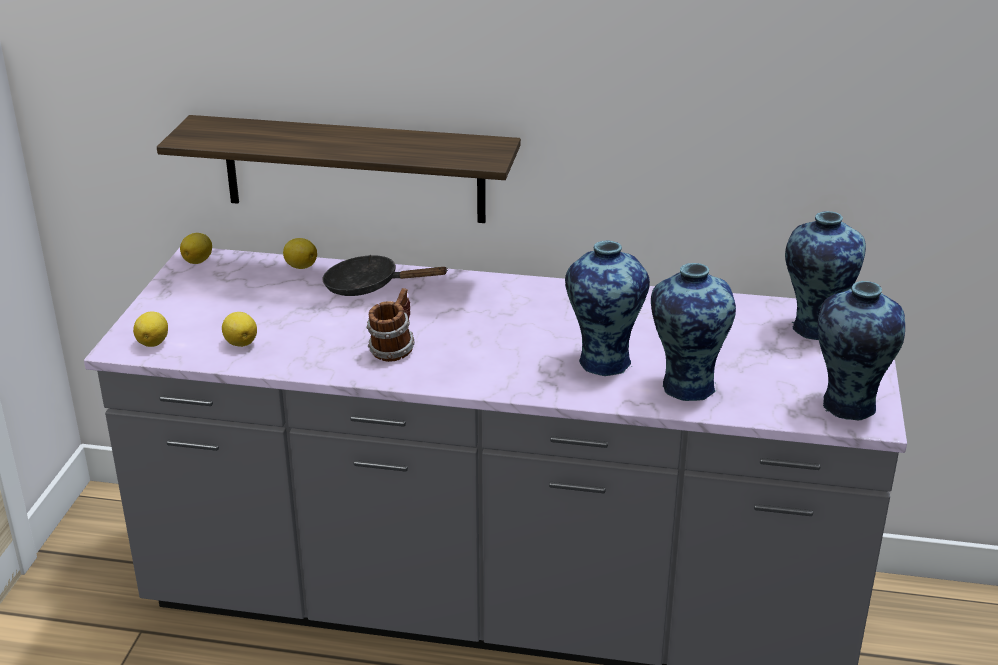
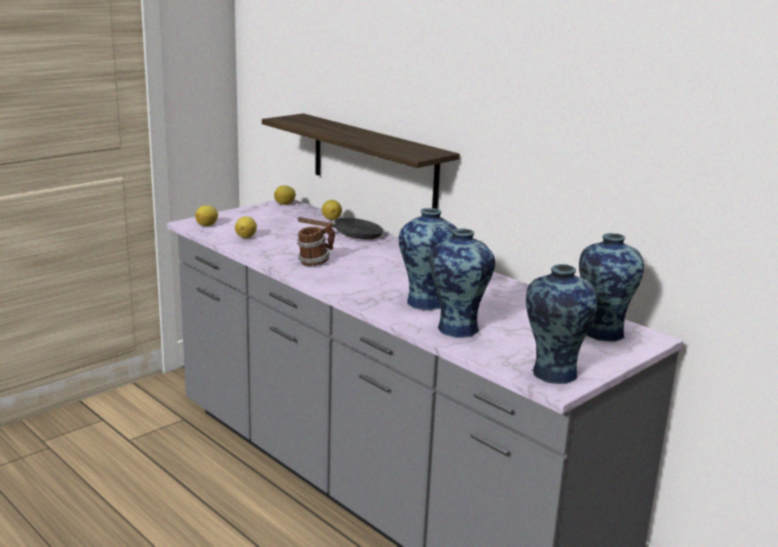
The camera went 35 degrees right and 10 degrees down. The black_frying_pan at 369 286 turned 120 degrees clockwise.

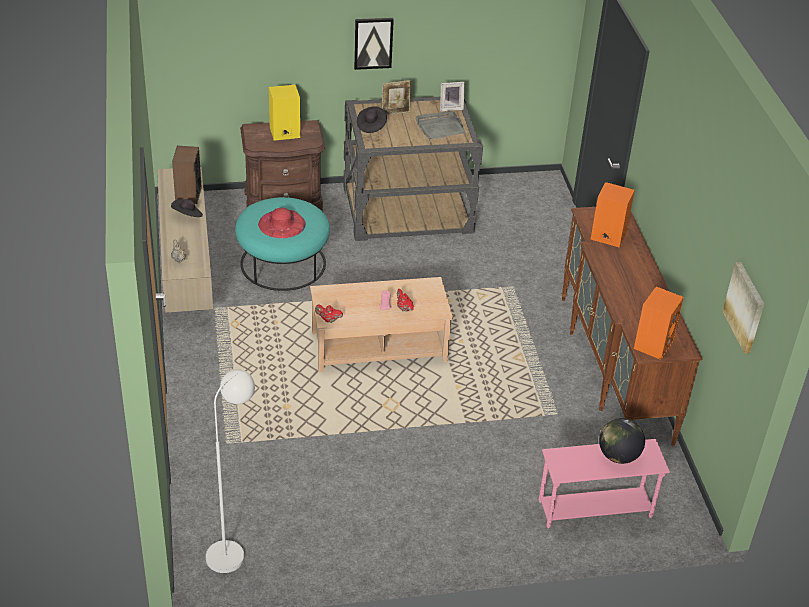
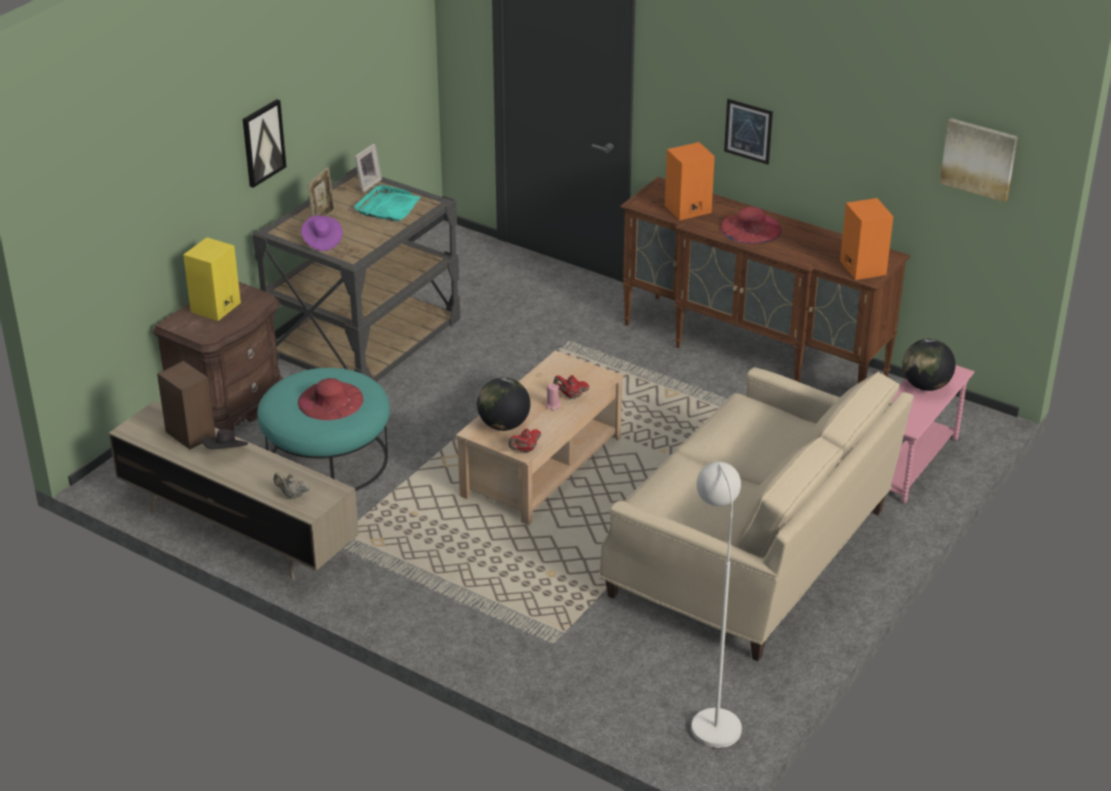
The camera went 45 degrees left and 5 degrees down. The black_hat at 371 125 became the purple_hat at 322 241. The grey_tray at 439 127 became the turquoise_tray at 387 207. The picture at 748 131 appeared. The red_hat at 750 228 appeared. The beige_sofa at 753 554 appeared. The globe at 504 425 appeared.

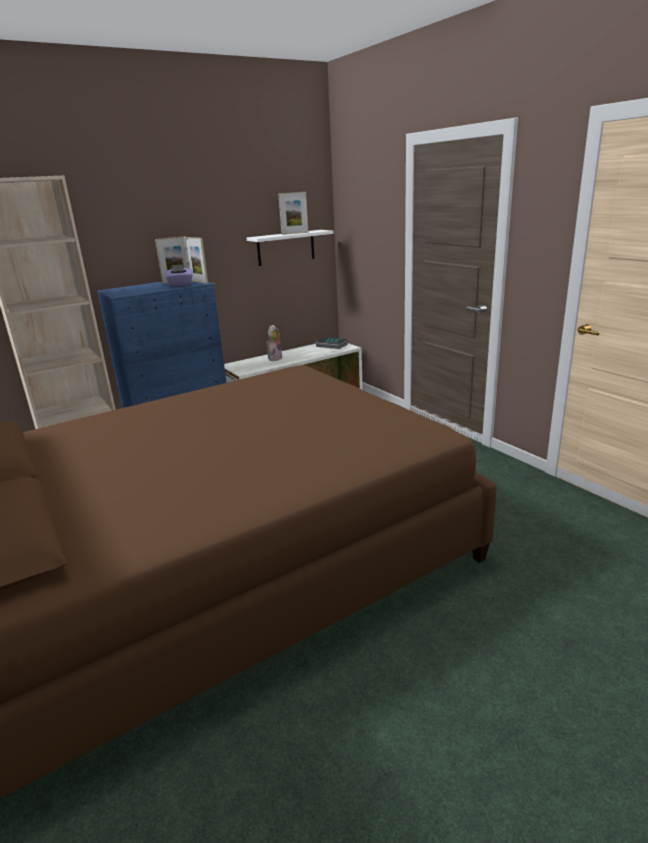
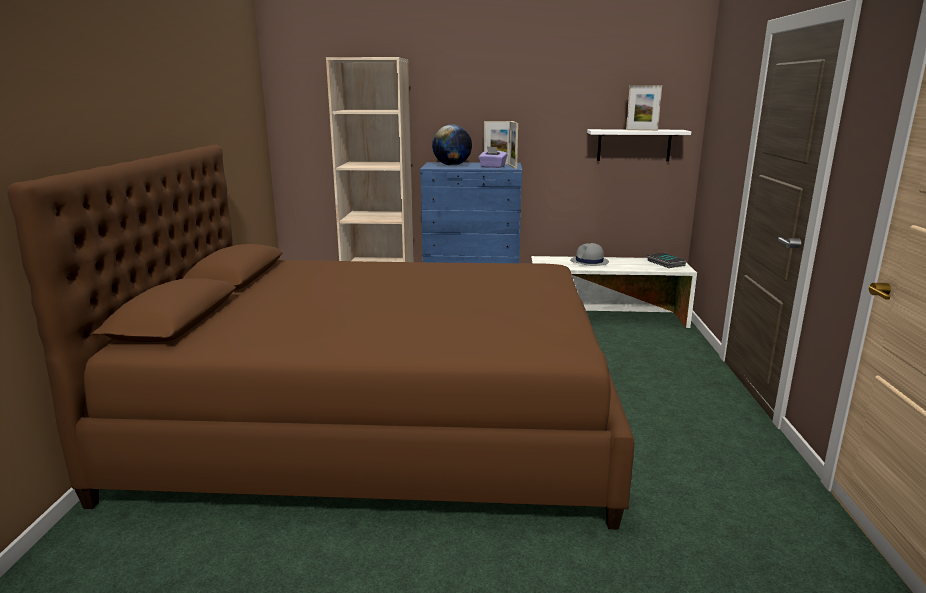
The camera went 35 degrees right and 5 degrees down. The plush_toy at 274 358 was replaced by the grey_hat at 589 262. The globe at 452 165 appeared.

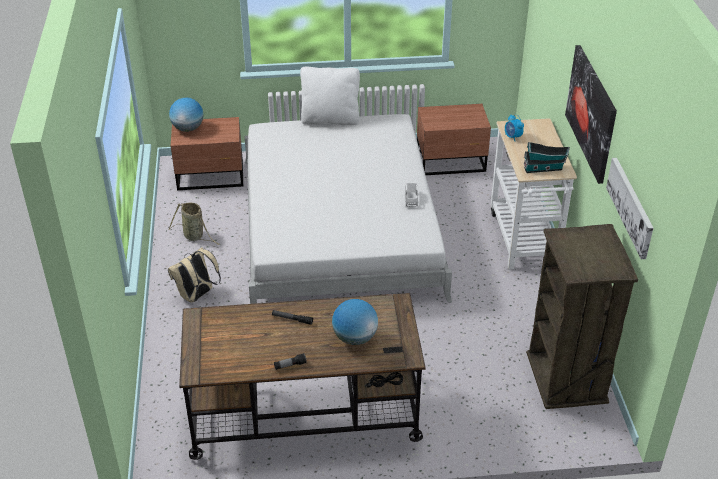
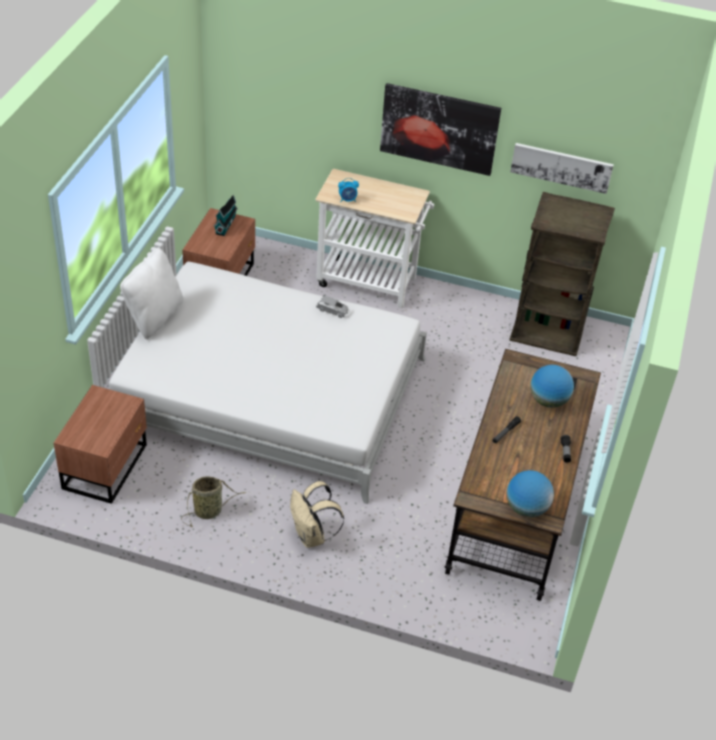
The camera went 70 degrees left and 5 degrees up. The globe moved from 188 128 to 526 508. The toy_house moved from 544 168 to 226 224.

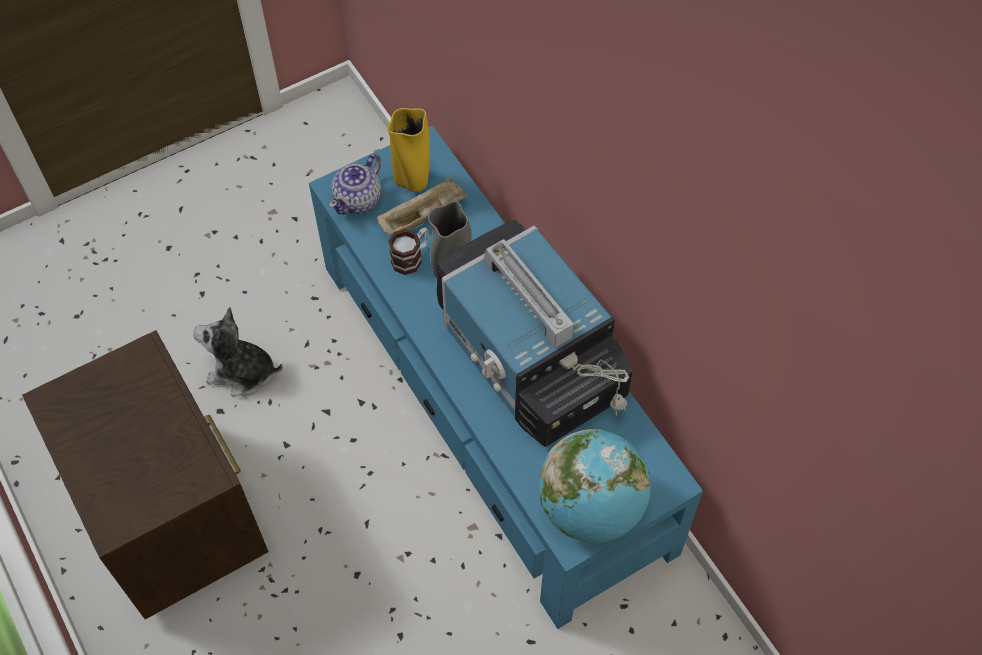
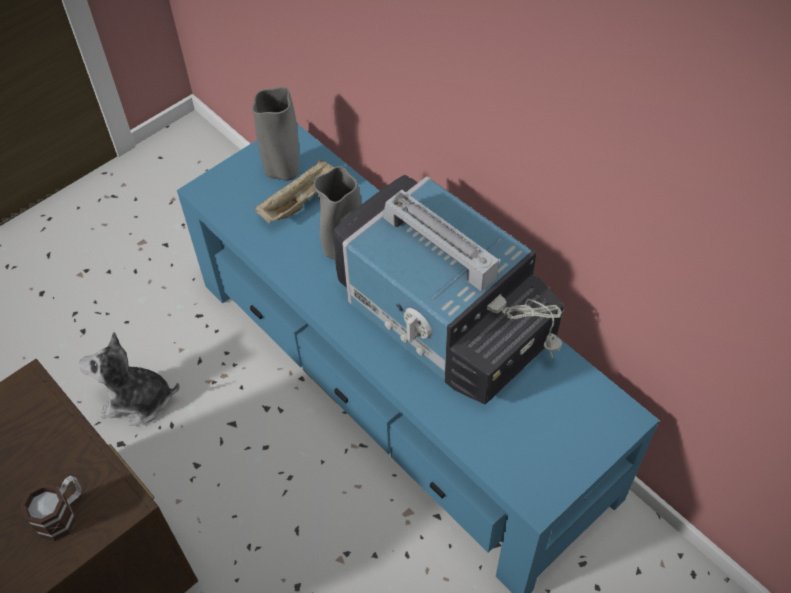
The camera went 10 degrees left and 5 degrees down. The yellow_vase at 412 182 became the grey_vase at 282 172. The teapot at 358 199 disappeared. The mug moved from 411 257 to 63 514. The globe at 591 508 disappeared.

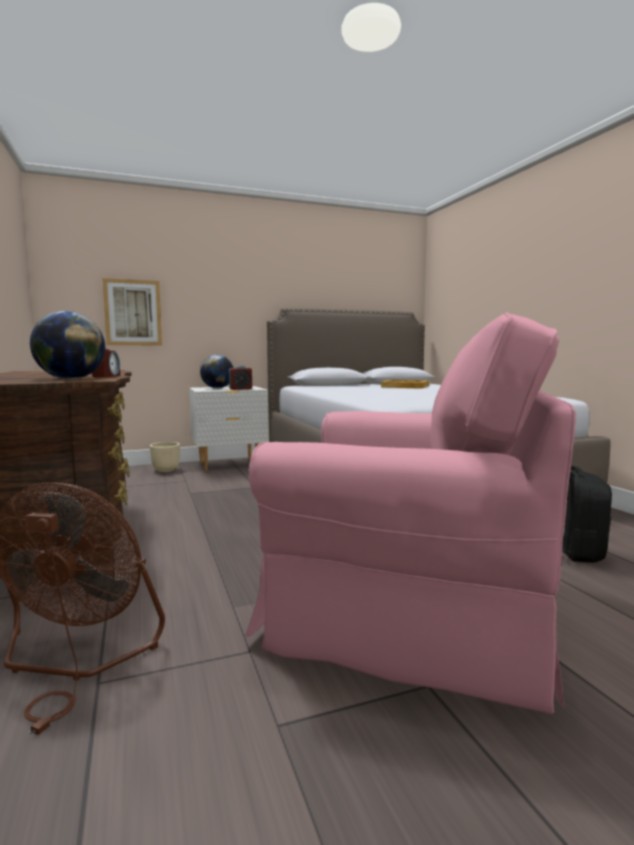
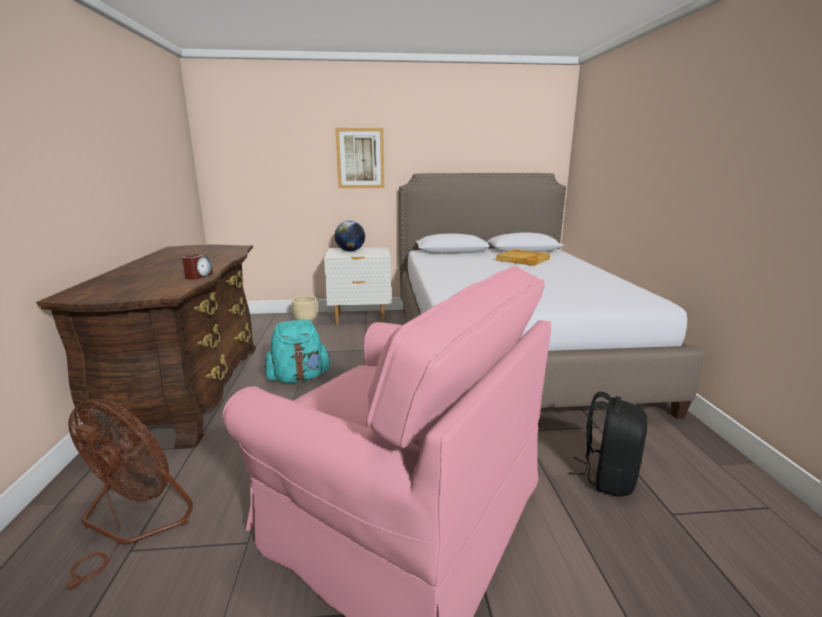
The camera went 15 degrees right and 10 degrees up. The picture moved from 133 312 to 360 158. The globe at 70 379 disappeared. The alarm_clock at 240 389 disappeared. The turquoise_backpack at 299 378 appeared.

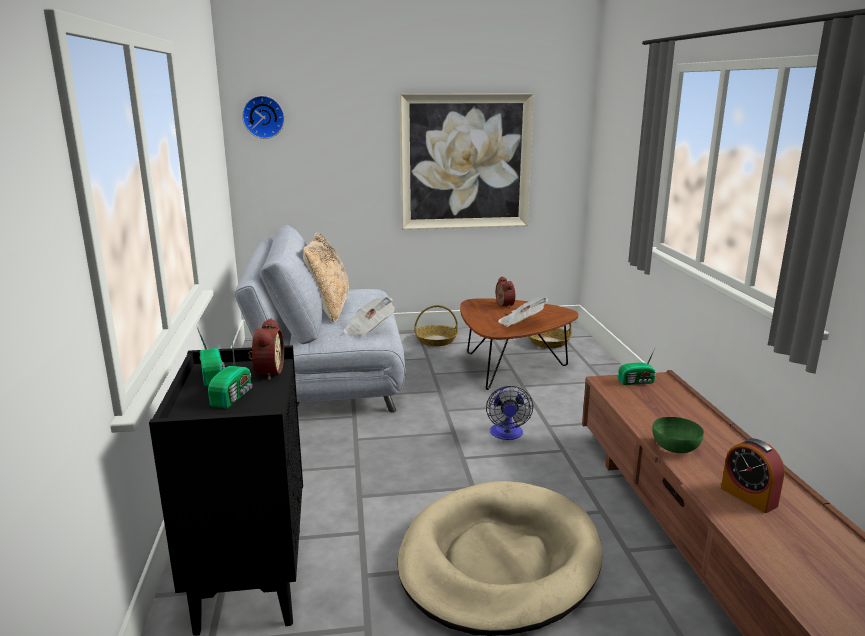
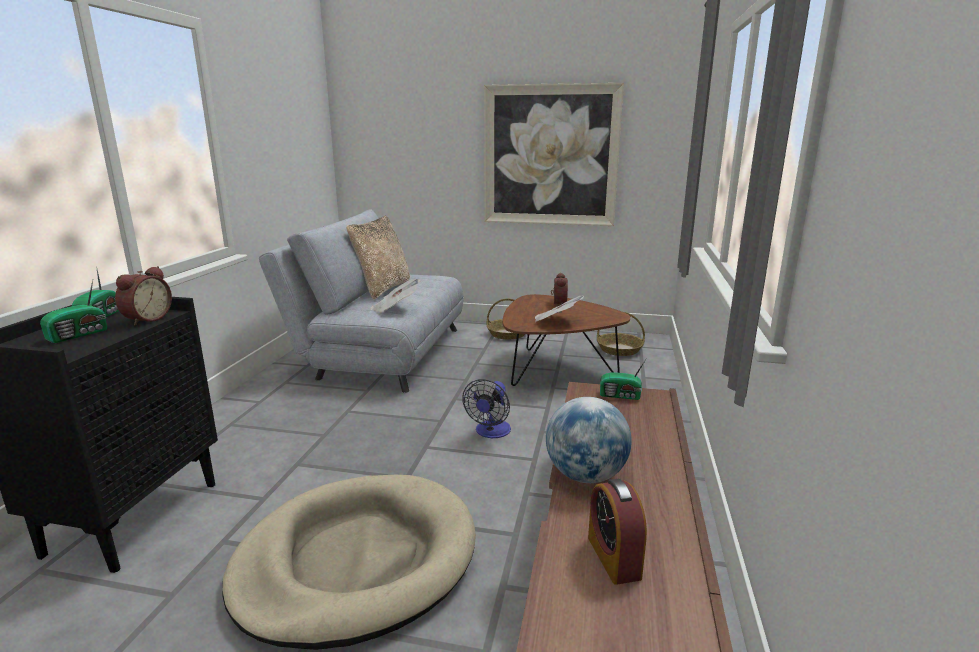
The camera went 20 degrees right and 0 degrees up. The wall_clock at 263 117 disappeared. The green_bowl at 676 447 was replaced by the globe at 585 476.

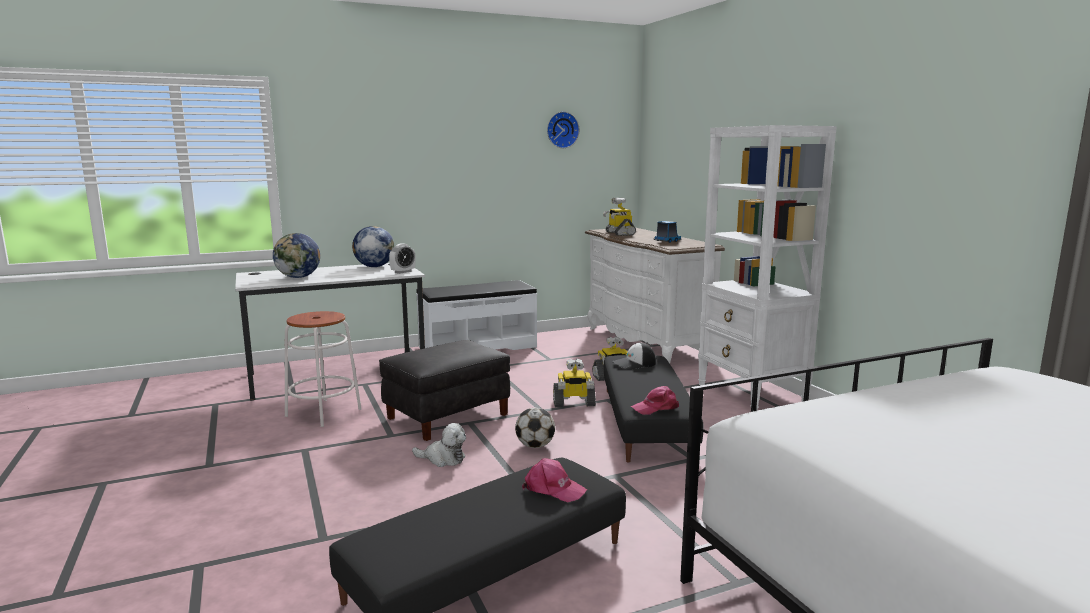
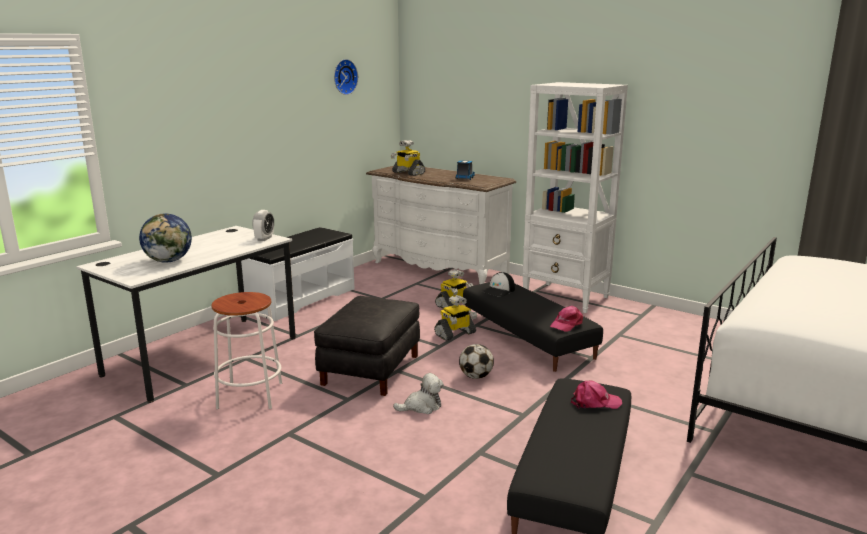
The camera went 30 degrees left and 5 degrees up. The globe at 374 267 disappeared.

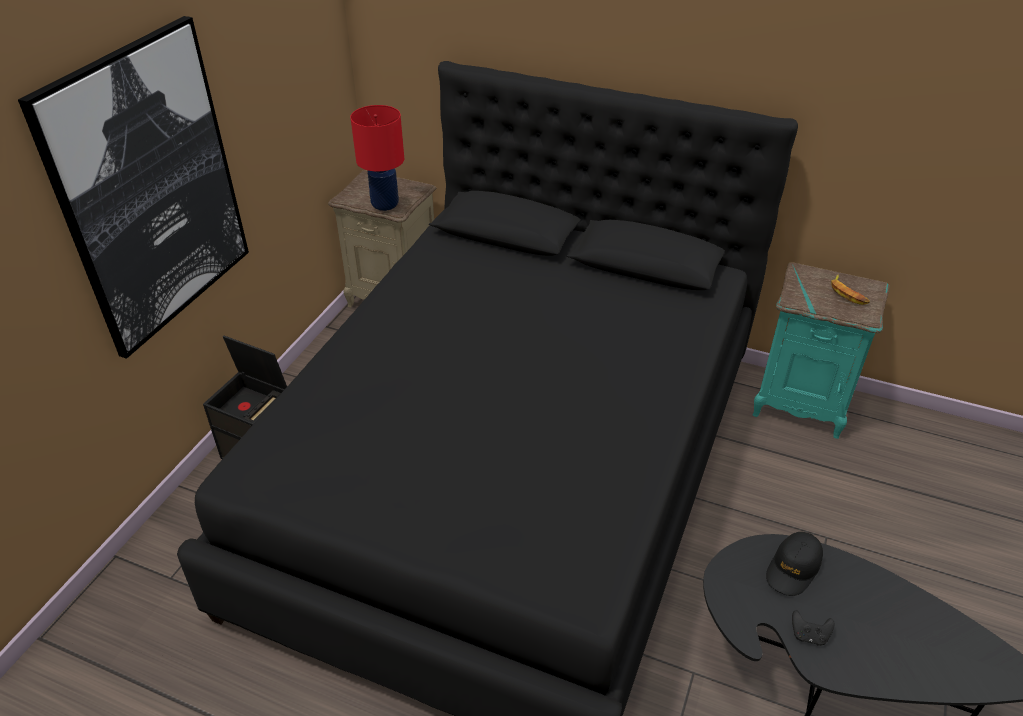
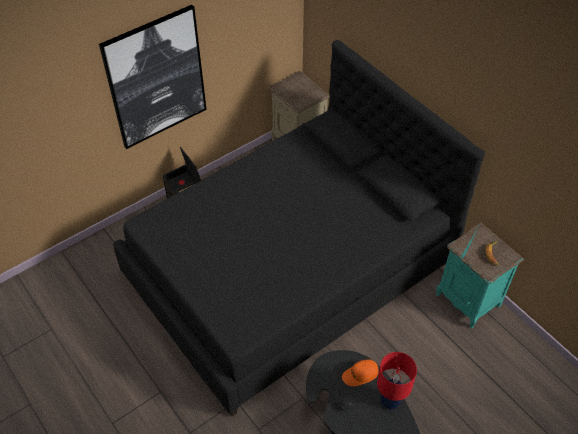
The camera went 30 degrees right and 10 degrees up. The red_table_lamp moved from 384 206 to 390 401. The black_cap at 793 568 became the orange_cap at 360 374.

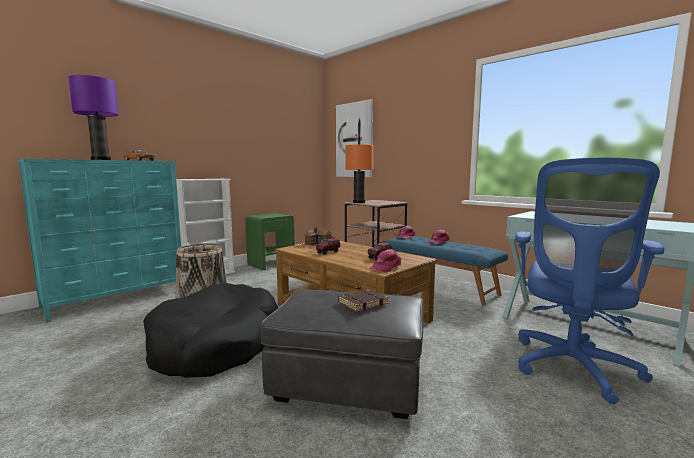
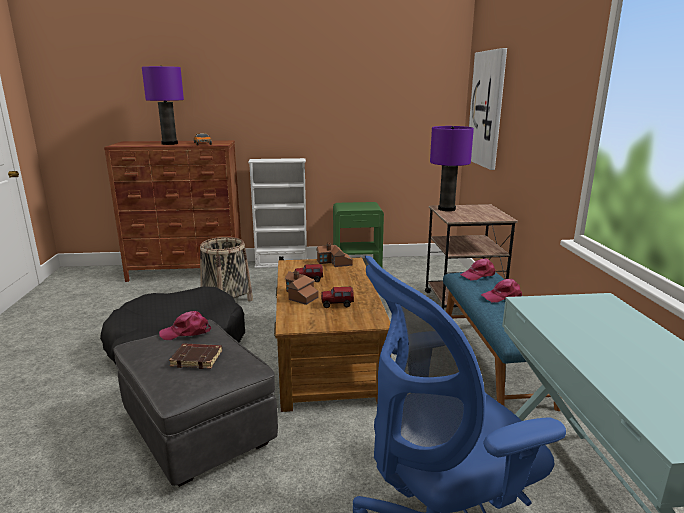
The camera went 40 degrees right and 10 degrees up. The orange_table_lamp at 359 202 became the purple_table_lamp at 447 209. The turquoise_dresser at 116 298 became the brown_dresser at 187 271. The pink_cap moved from 385 267 to 186 332. The toy_house at 300 295 appeared.

